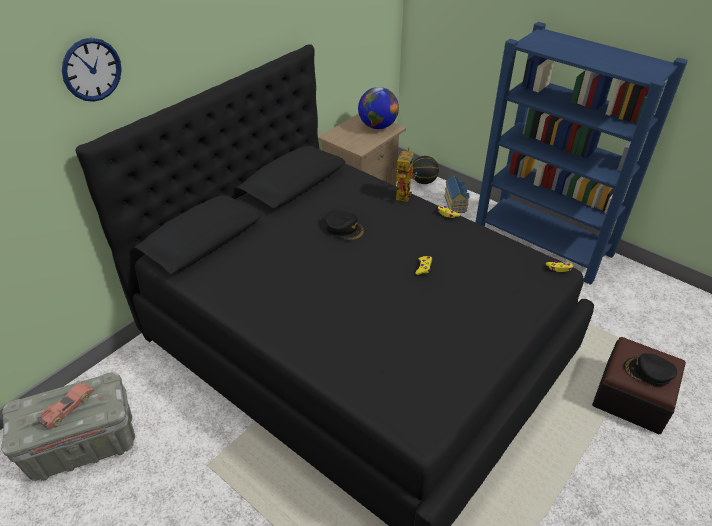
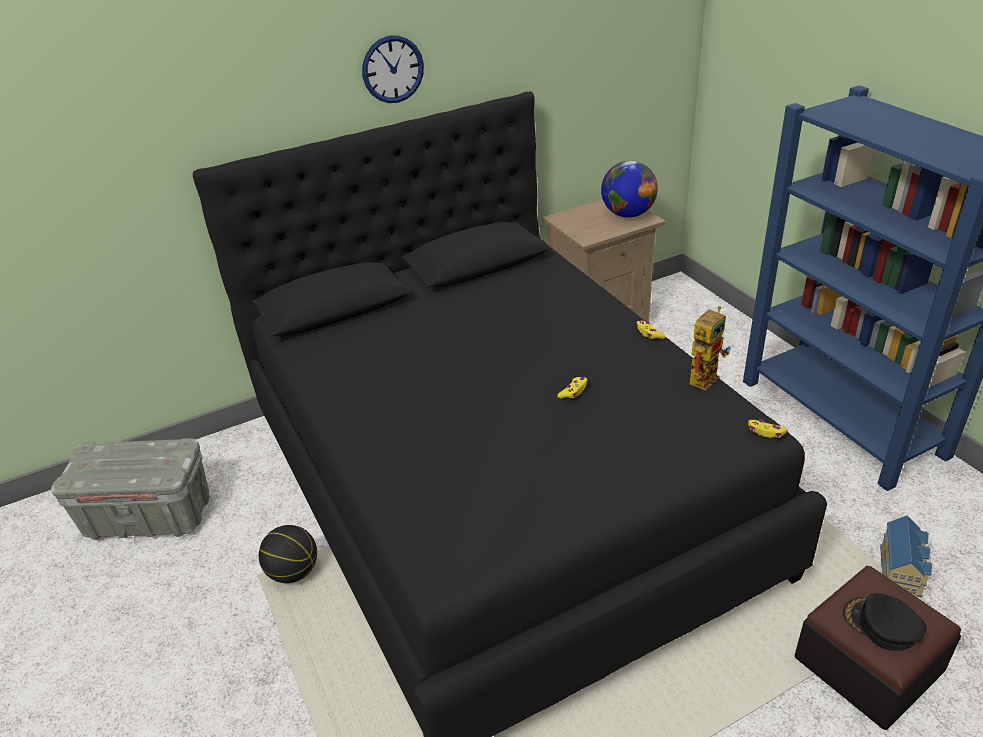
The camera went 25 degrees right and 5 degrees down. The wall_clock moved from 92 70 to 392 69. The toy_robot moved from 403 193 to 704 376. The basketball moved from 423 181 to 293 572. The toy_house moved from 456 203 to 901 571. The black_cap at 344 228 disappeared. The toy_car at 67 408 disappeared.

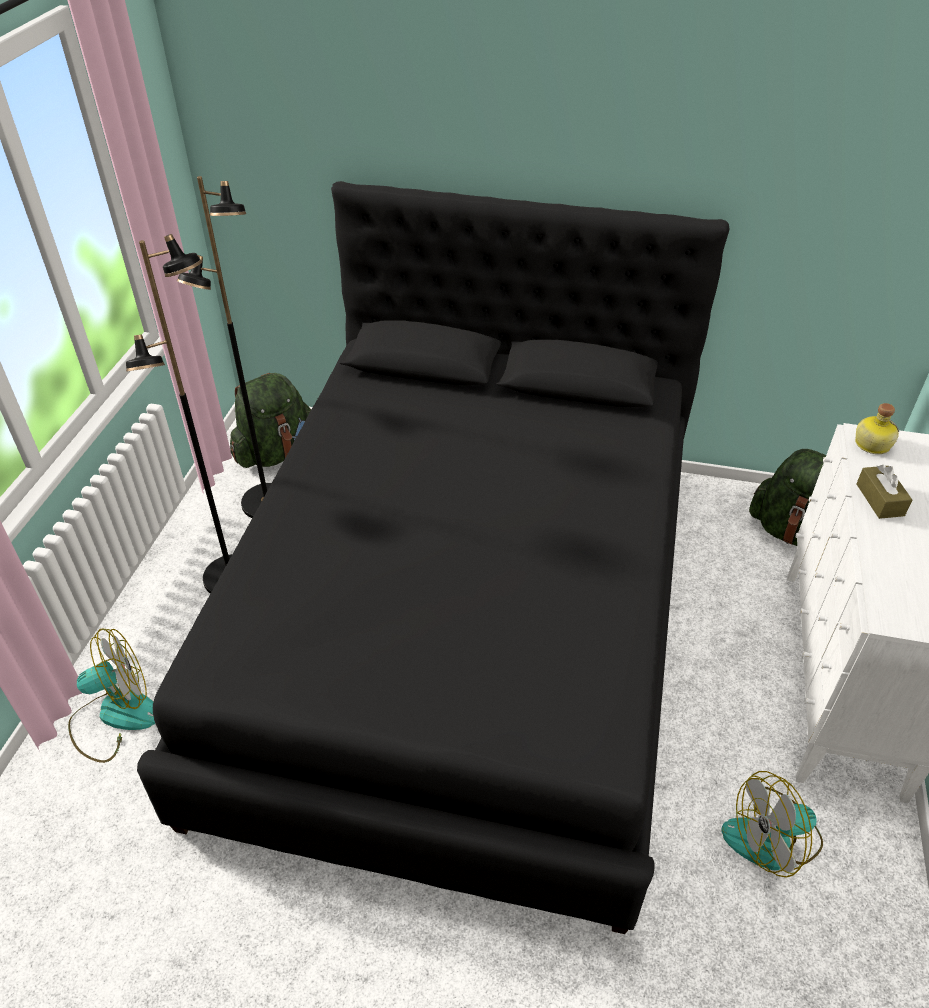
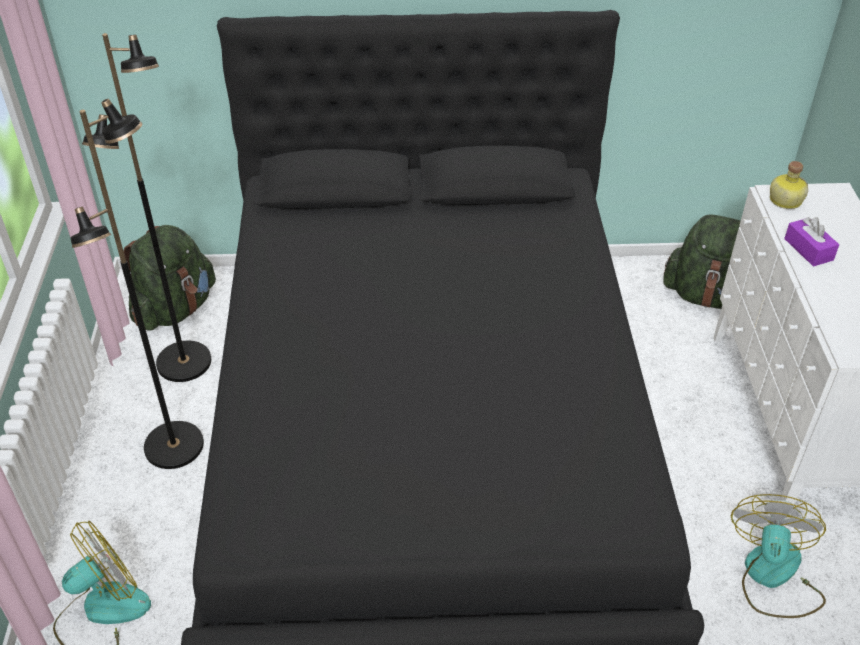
The camera went 15 degrees left and 0 degrees up. The brown_tissue_box at 880 500 became the purple_tissue_box at 808 249. The fan at 772 839 turned 135 degrees clockwise.

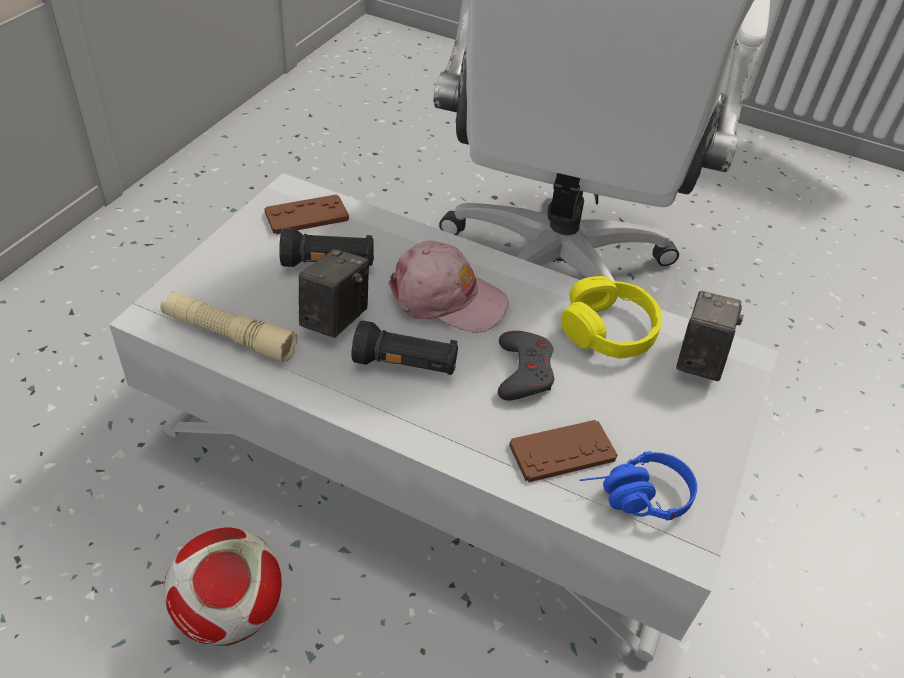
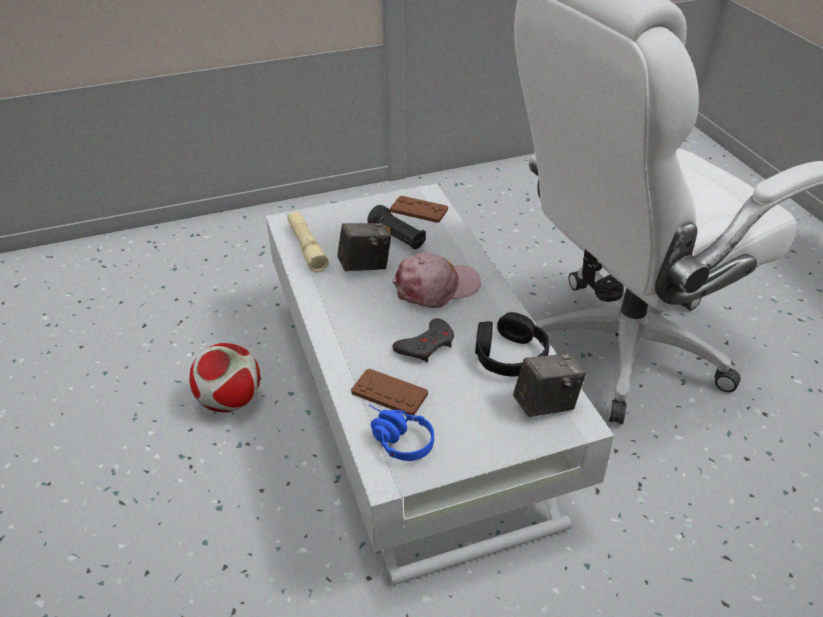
The camera went 50 degrees right and 5 degrees down. The pink_cap at 446 298 turned 90 degrees counterclockwise. The yellow_headphones at 608 330 became the black_headphones at 509 355. The black_flashlight at 405 365 disappeared.

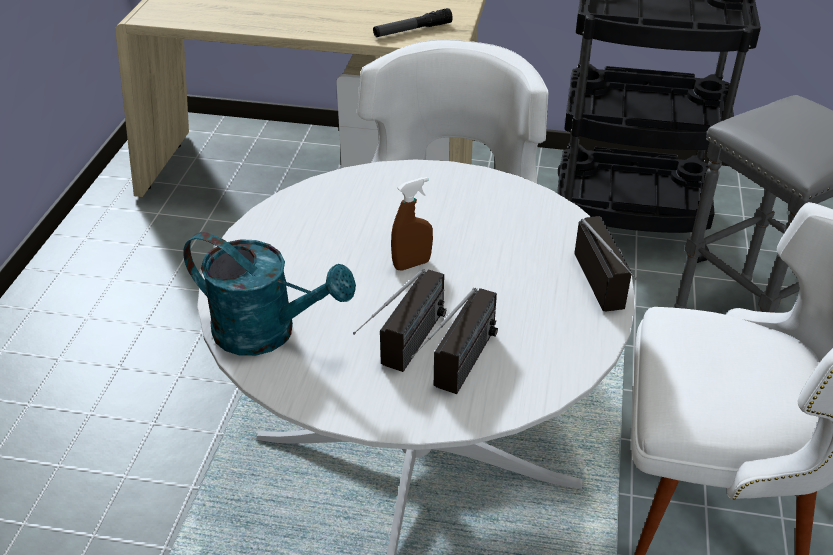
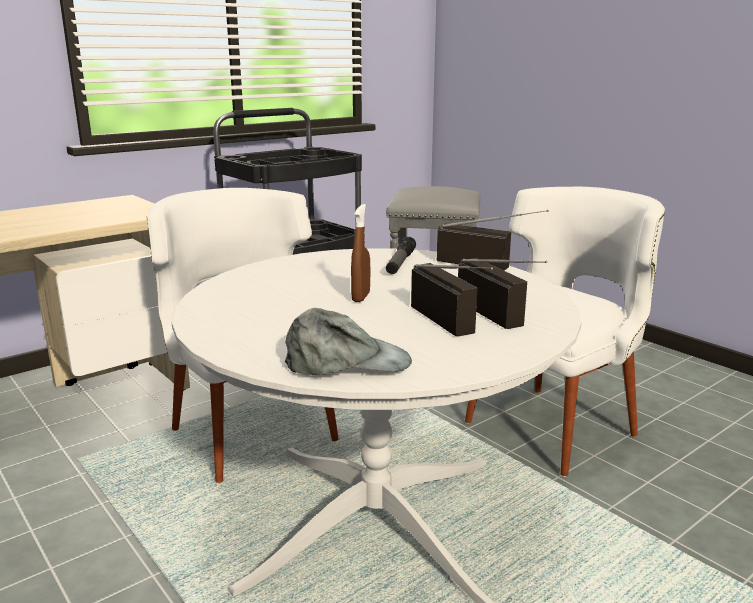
The camera went 50 degrees left and 20 degrees down. The flashlight moved from 412 30 to 400 263. The turquoise_watering_can at 268 333 was replaced by the grey_cap at 347 361.

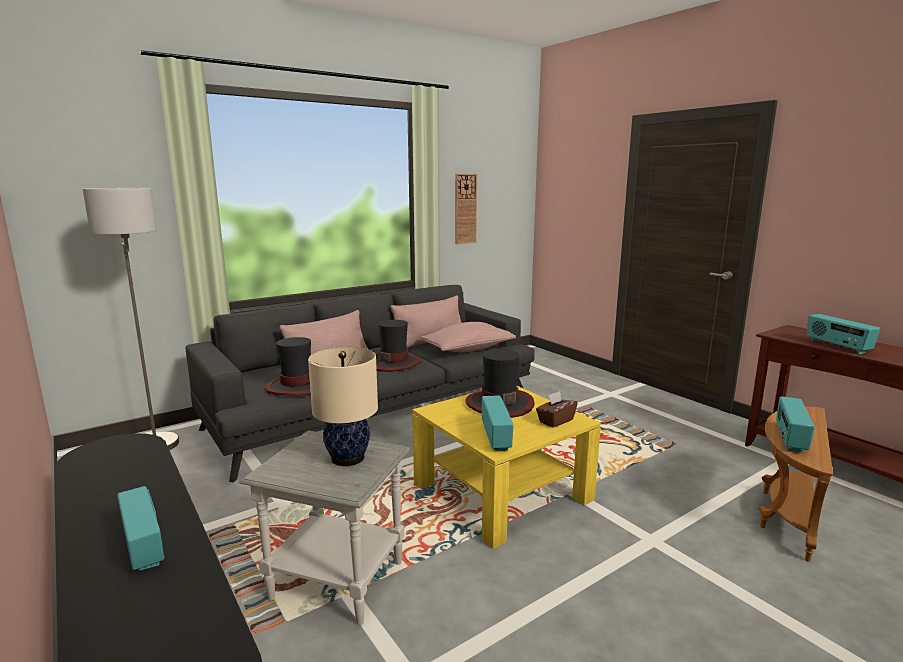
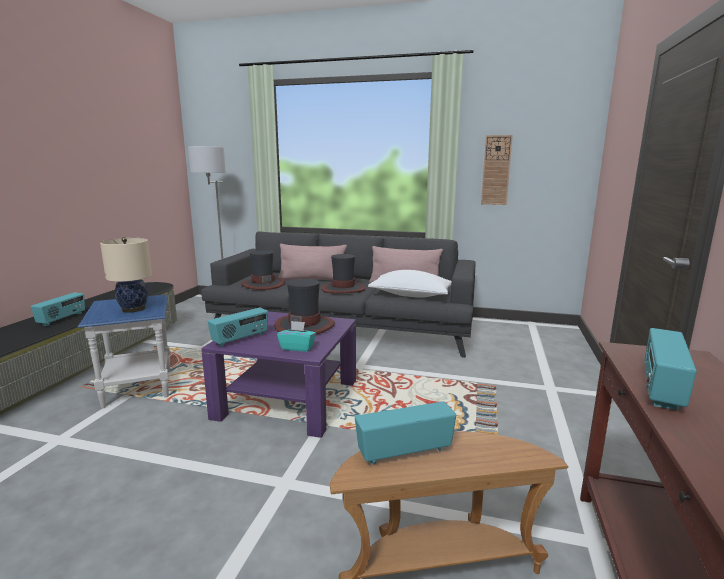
The camera went 50 degrees right and 0 degrees up. The pink_pillow at 468 349 became the white_pillow at 411 295. The yellow_coffee_table at 501 491 became the purple_coffee_table at 288 398. The brown_tissue_box at 555 421 became the turquoise_tissue_box at 297 347. The grey_side_table at 336 580 became the blue_side_table at 138 387.

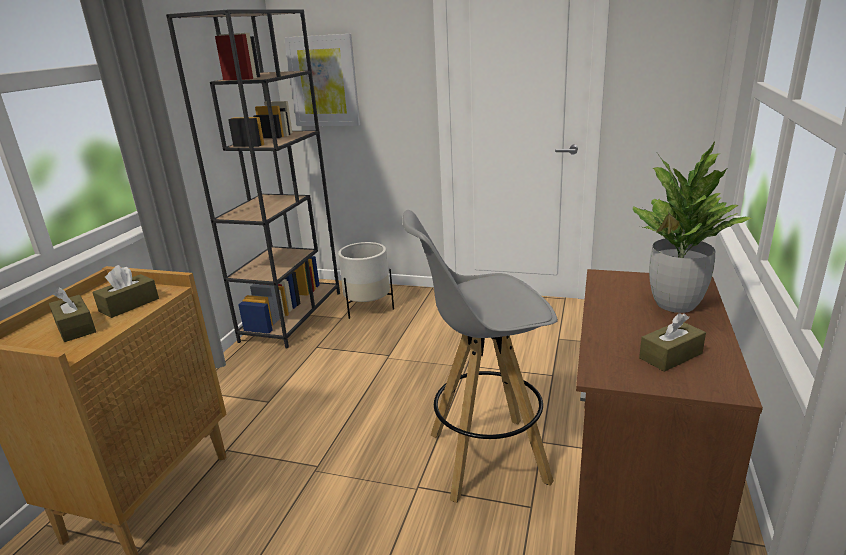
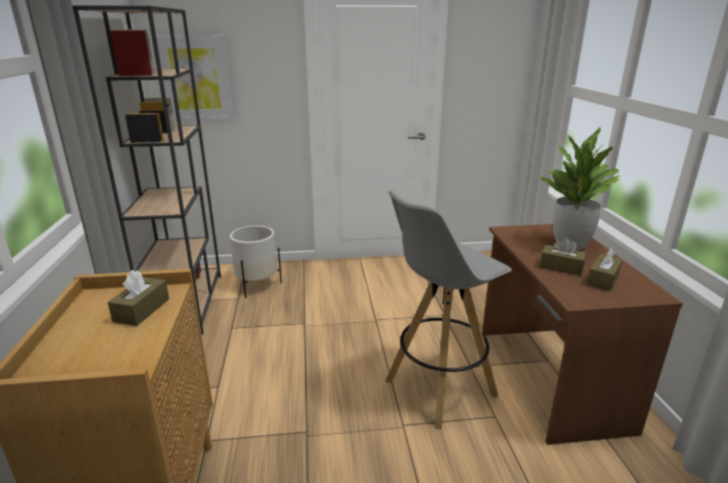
The camera went 25 degrees left and 0 degrees up. The brown_tissue_box moved from 75 327 to 561 267.

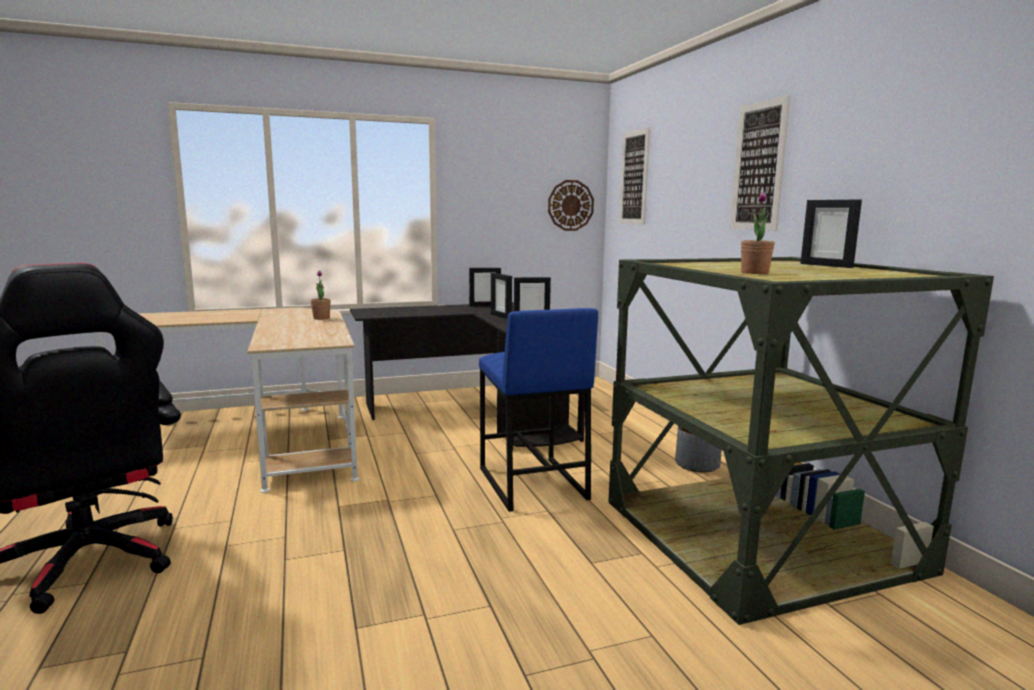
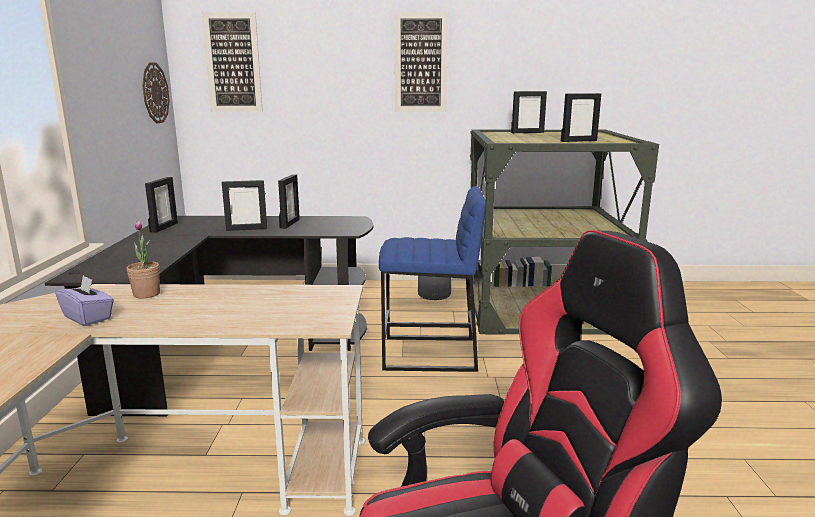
The camera went 70 degrees left and 5 degrees up. The potted_plant at 754 273 was replaced by the picture_frame at 578 141. The purple_tissue_box at 88 317 appeared.

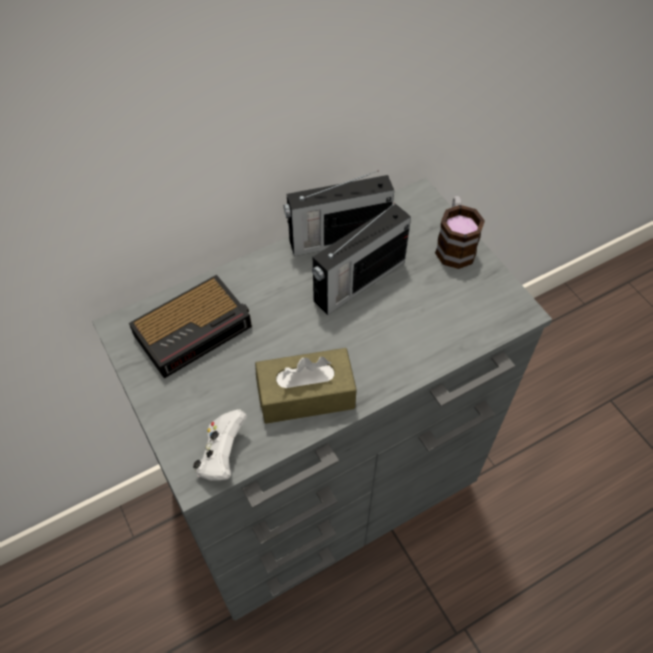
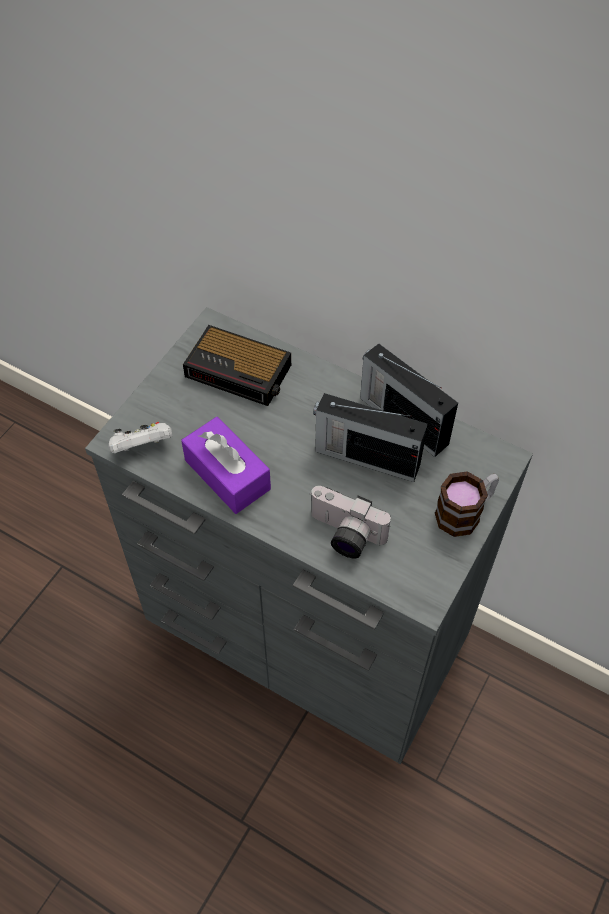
The camera went 60 degrees right and 0 degrees up. The brown_tissue_box at 306 395 became the purple_tissue_box at 227 474. The photo_camera at 344 535 appeared.

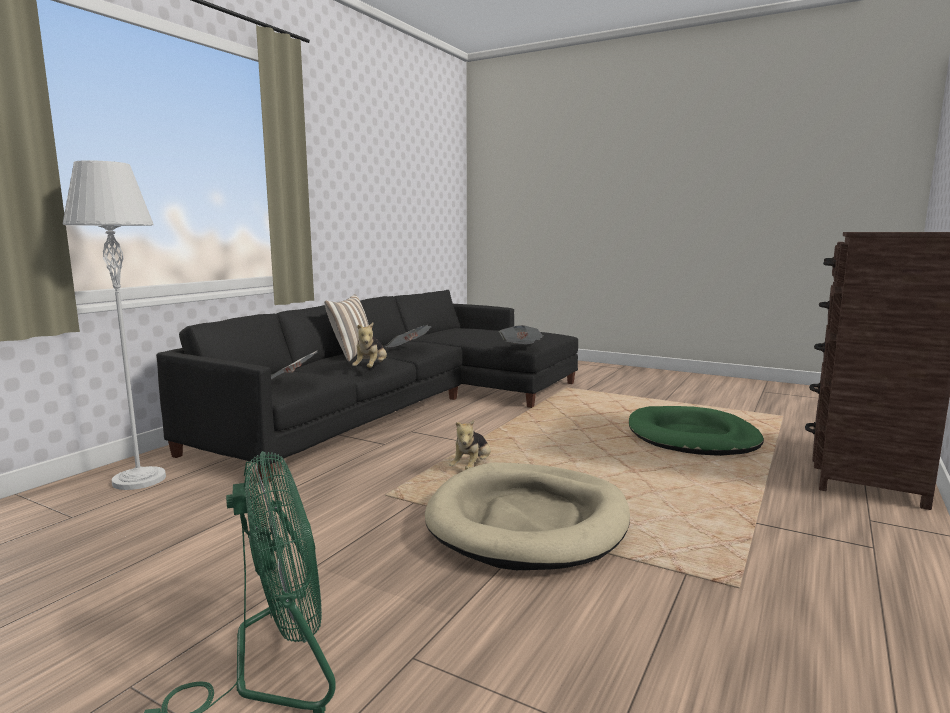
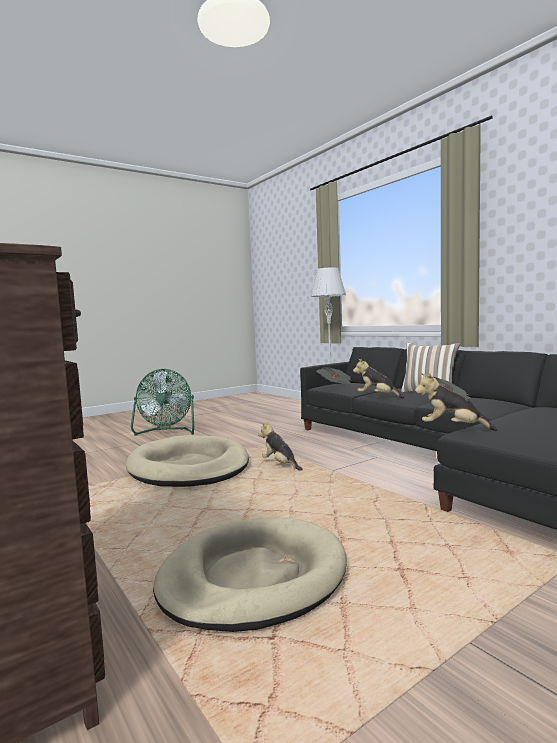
The camera went 115 degrees right and 5 degrees down. The newspaper at 521 347 was replaced by the plush_toy at 452 428. The green_dog_bed at 692 437 became the beige_dog_bed at 252 577.

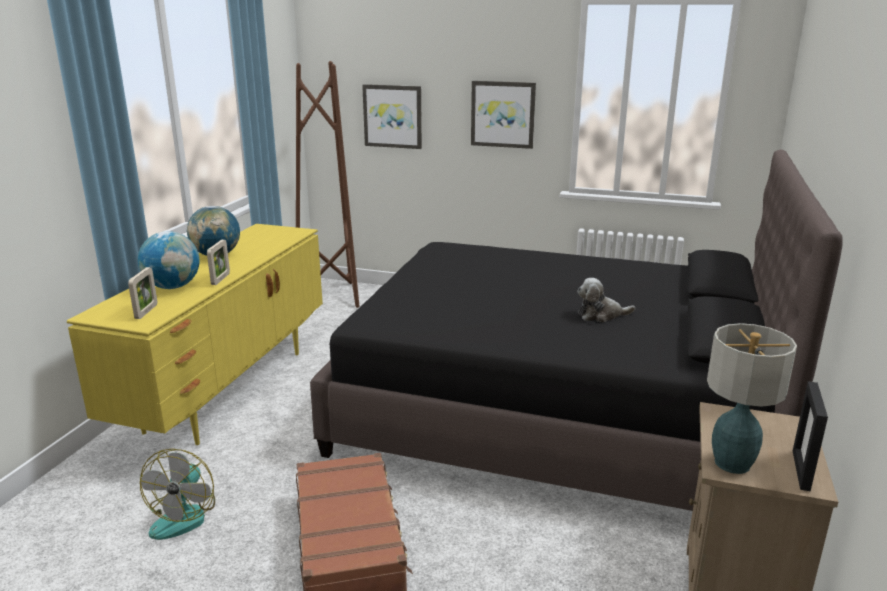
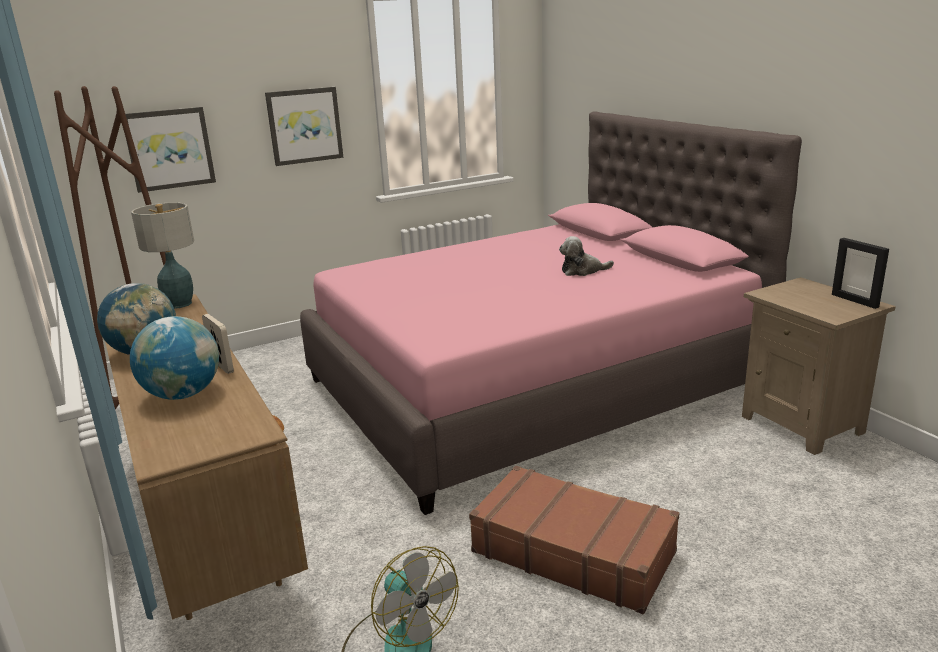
The camera went 45 degrees left and 0 degrees up. The black_bed at 555 411 became the pink_bed at 531 385. The yellow_dresser at 229 390 became the brown_dresser at 210 523. The picture_frame at 146 311 disappeared. The plush_toy at 601 315 turned 45 degrees clockwise. The table_lamp moved from 733 464 to 180 304.

